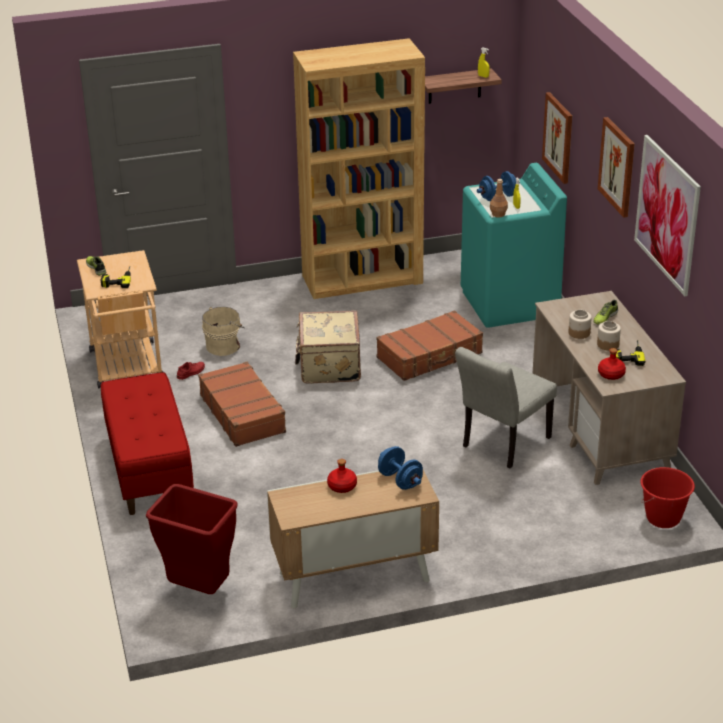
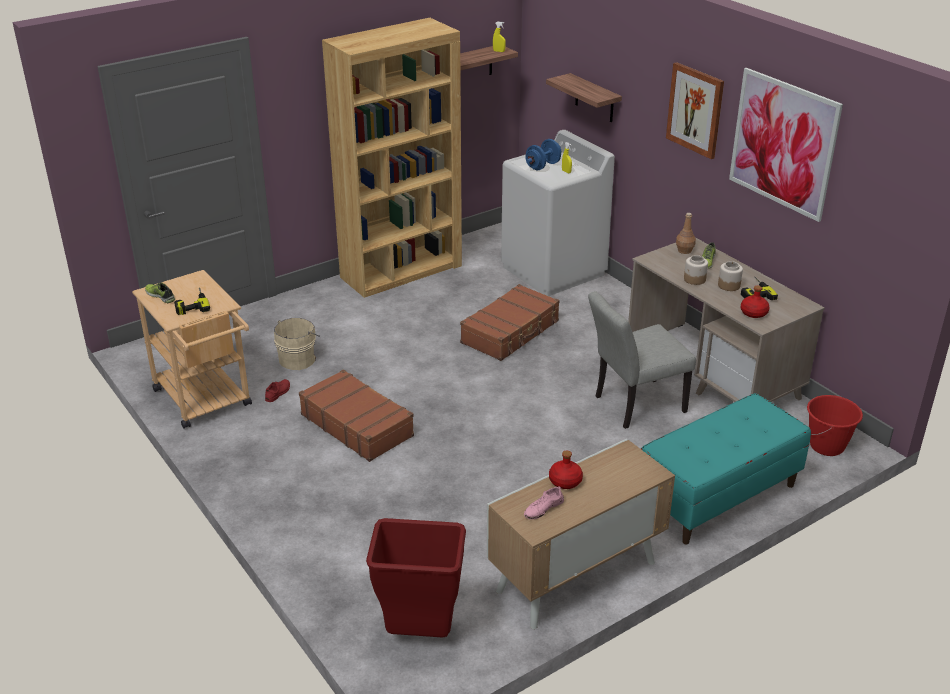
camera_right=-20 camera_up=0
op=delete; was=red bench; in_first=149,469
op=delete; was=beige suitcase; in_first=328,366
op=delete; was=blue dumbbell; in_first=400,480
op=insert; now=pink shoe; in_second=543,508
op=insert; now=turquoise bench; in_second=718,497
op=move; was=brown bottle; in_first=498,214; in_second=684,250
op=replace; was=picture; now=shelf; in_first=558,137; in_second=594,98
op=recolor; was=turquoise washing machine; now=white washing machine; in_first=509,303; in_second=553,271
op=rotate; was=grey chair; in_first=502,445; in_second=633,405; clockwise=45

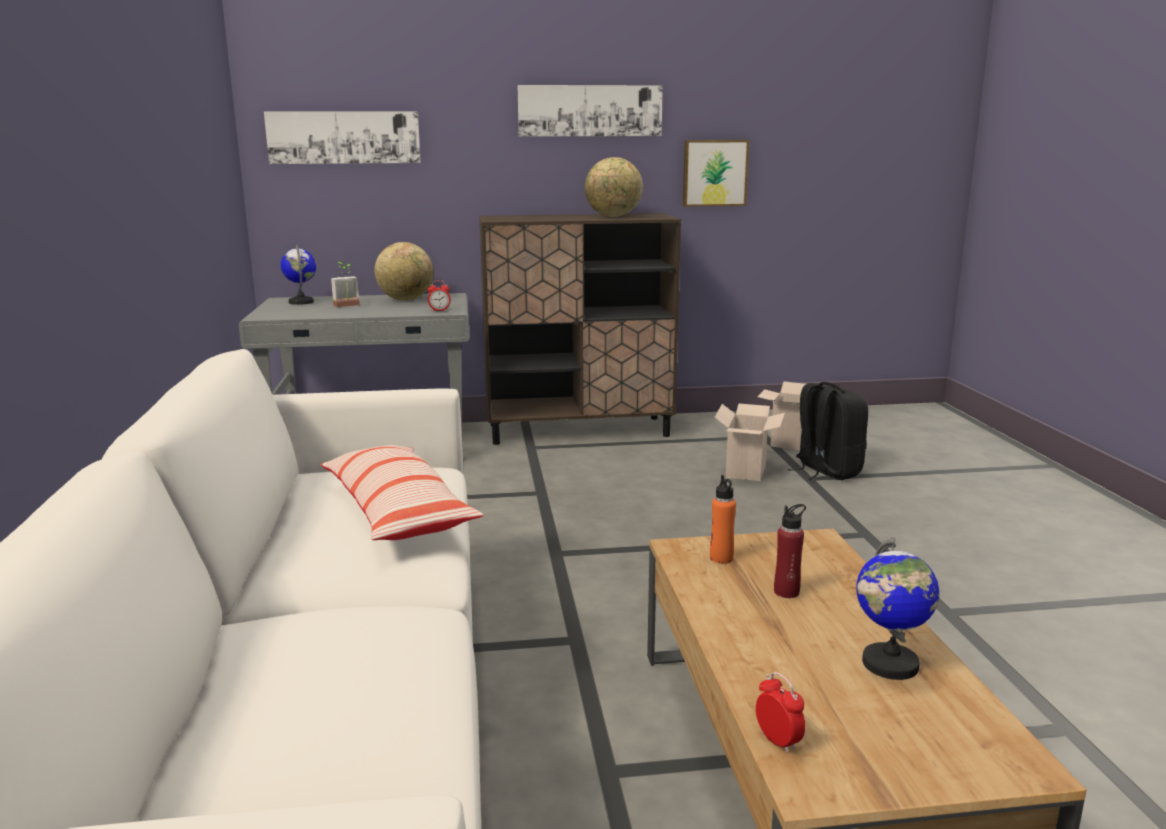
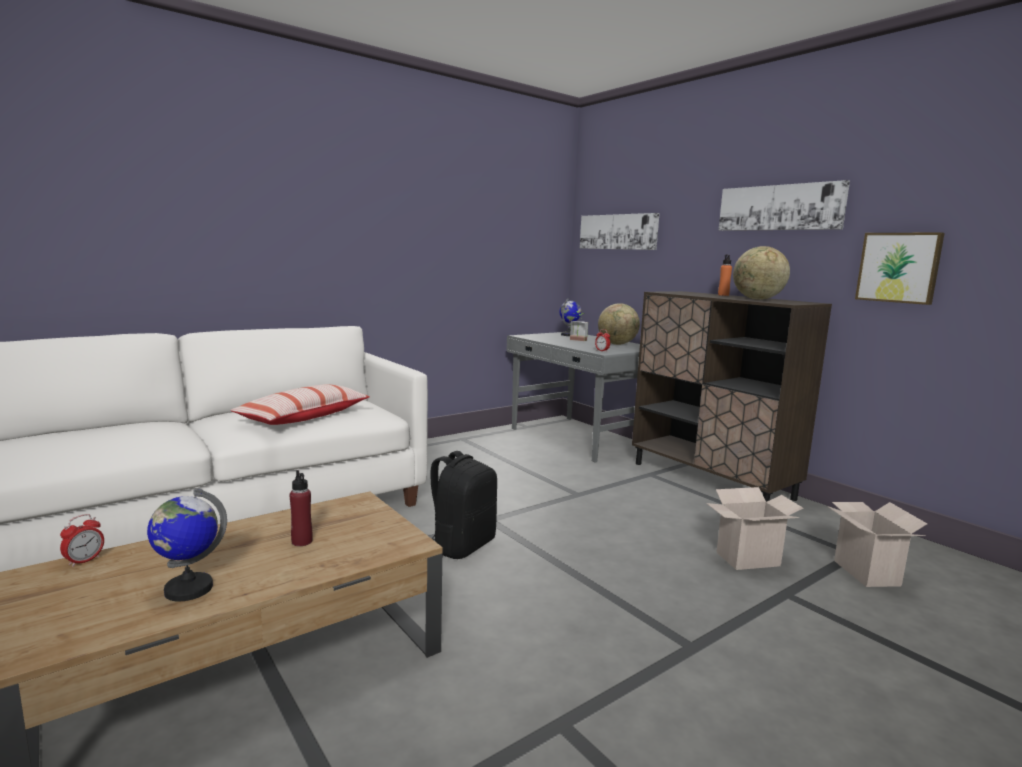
camera_right=60 camera_up=-5
op=move; was=orange bottle; in_first=721,558; in_second=723,295
op=move; was=black backpack; in_first=826,471; in_second=461,545

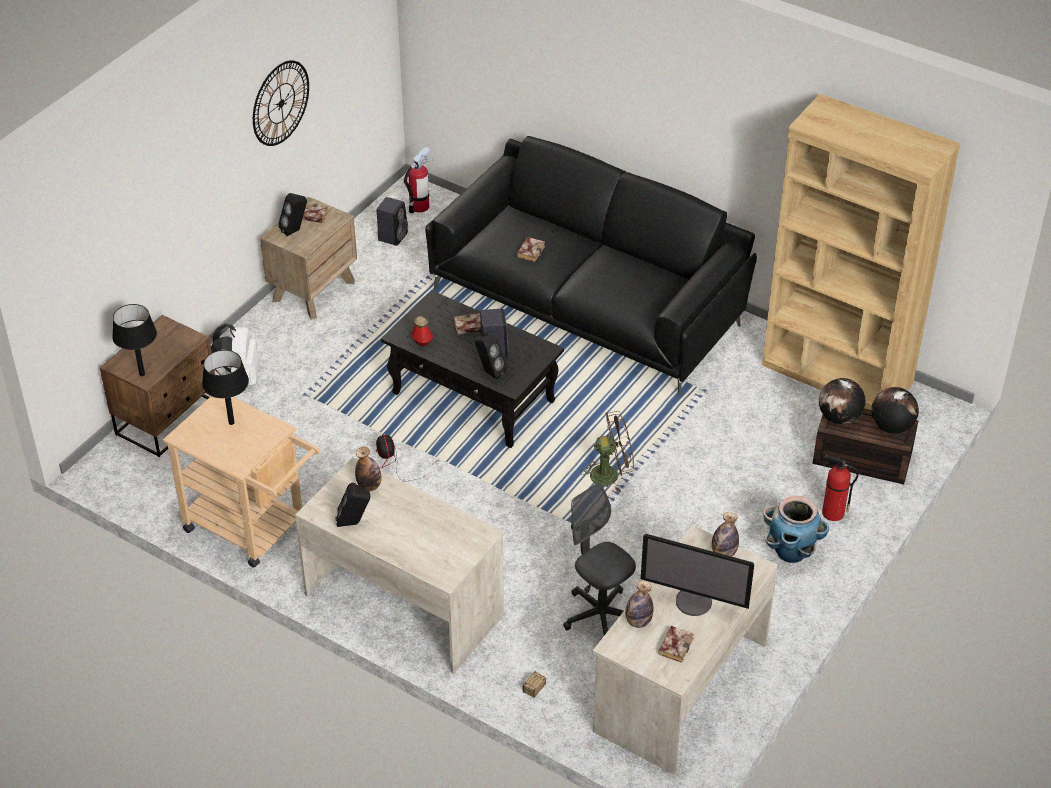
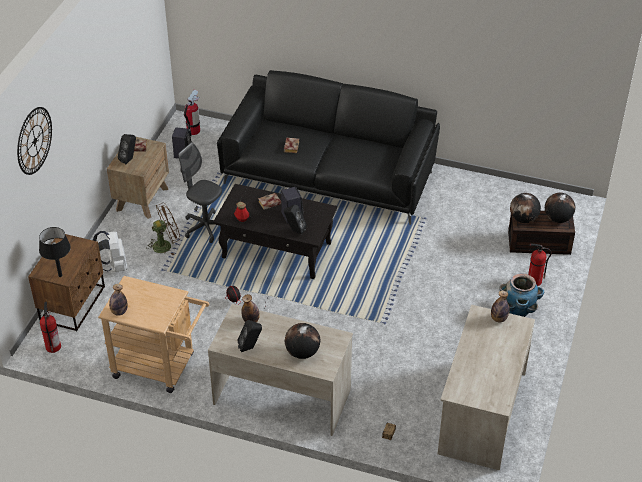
camera_right=-15 camera_up=0
op=delete; was=black table lamp; in_first=231,422
op=delete; was=monitor; in_first=694,601
op=delete; was=book; in_first=675,645
op=delete; was=brown bookcase; in_first=837,375
op=insert; now=fire extinguisher; in_second=53,346
op=insert; now=globe; in_second=302,352
op=move; was=wall clock; in_first=281,103; in_second=34,140
op=move; was=grey office chair; in_first=600,616; in_second=205,227
op=move; was=brown fan; in_first=610,474; in_second=165,245
op=move; was=bottle; in_first=638,622; in_second=119,312

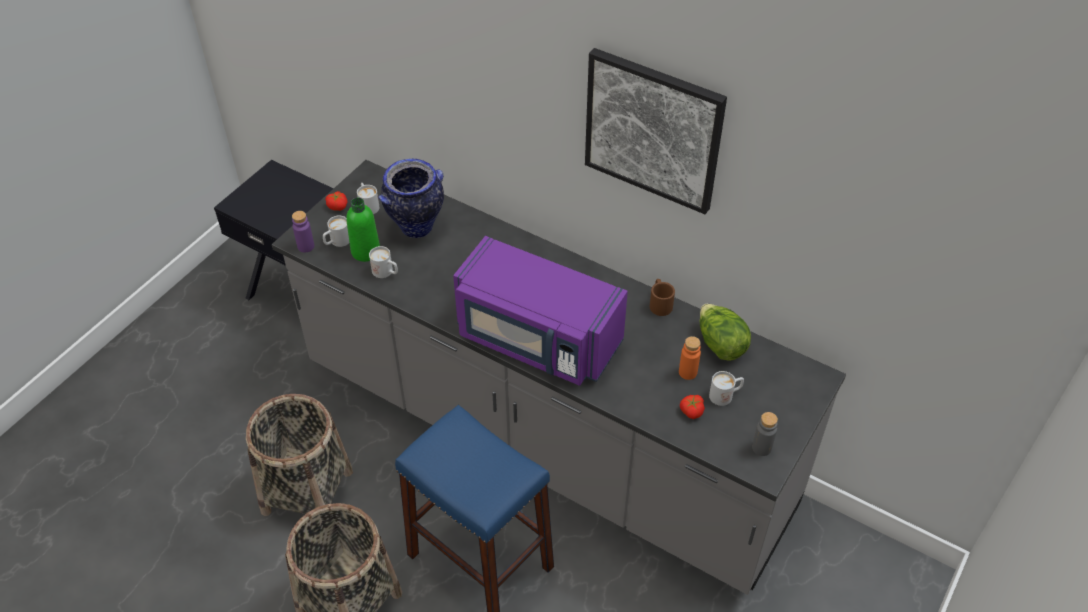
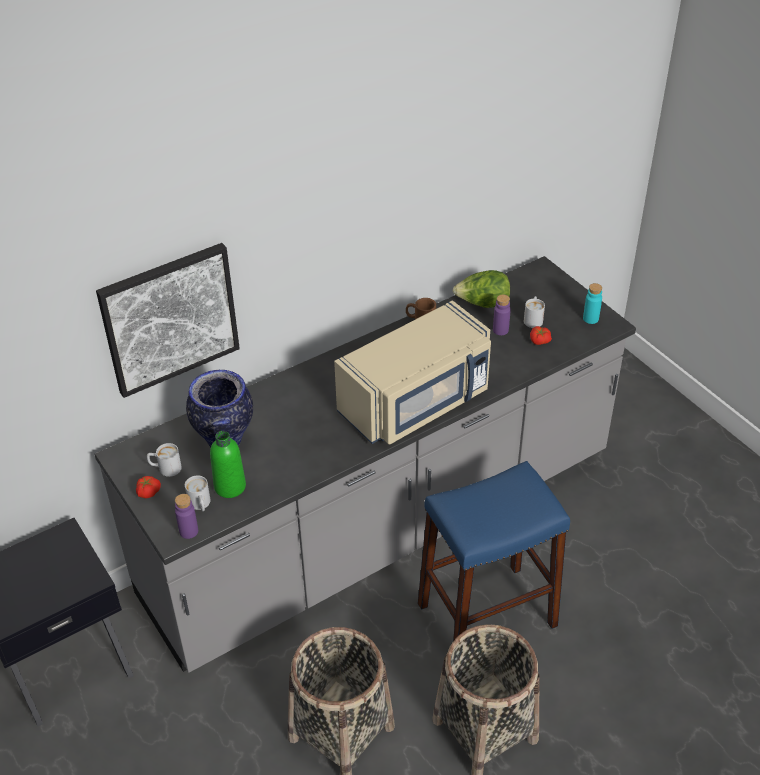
camera_right=-65 camera_up=-5
op=delete; was=white mug; in_first=386,272
op=move; was=picture; in_first=653,130; in_second=170,318
op=recolor; was=purple microwave; now=beige microwave; in_first=537,340; in_second=417,402
op=recolor; was=orange bottle; now=purple bottle; in_first=687,372; in_second=500,330
op=recolor; was=grey bottle; now=turquoise bottle; in_first=761,448; in_second=590,319

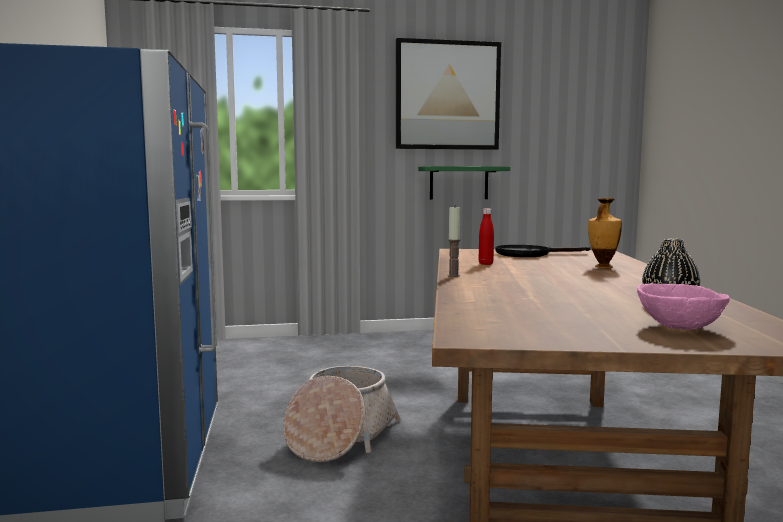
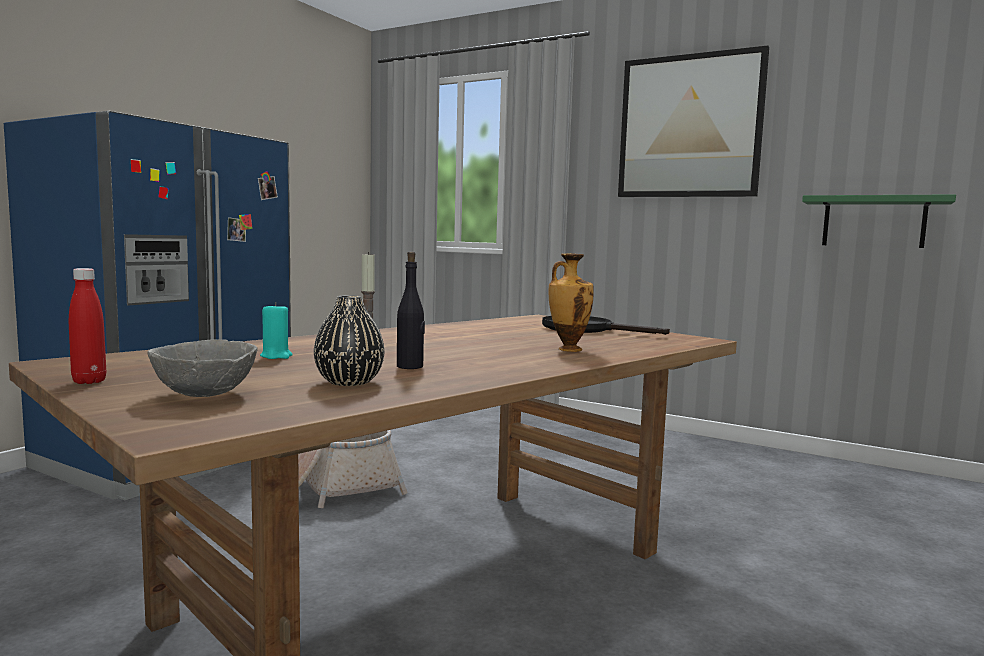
camera_right=40 camera_up=0
op=insert; now=turquoise candle; in_second=276,356
op=insert; now=black bottle; in_second=410,366
op=move; was=green shelf; in_first=459,183; in_second=873,222
op=move; was=red bottle; in_first=485,264; in_second=89,381
op=recolor; was=pink bowl; now=grey bowl; in_first=678,327; in_second=206,394

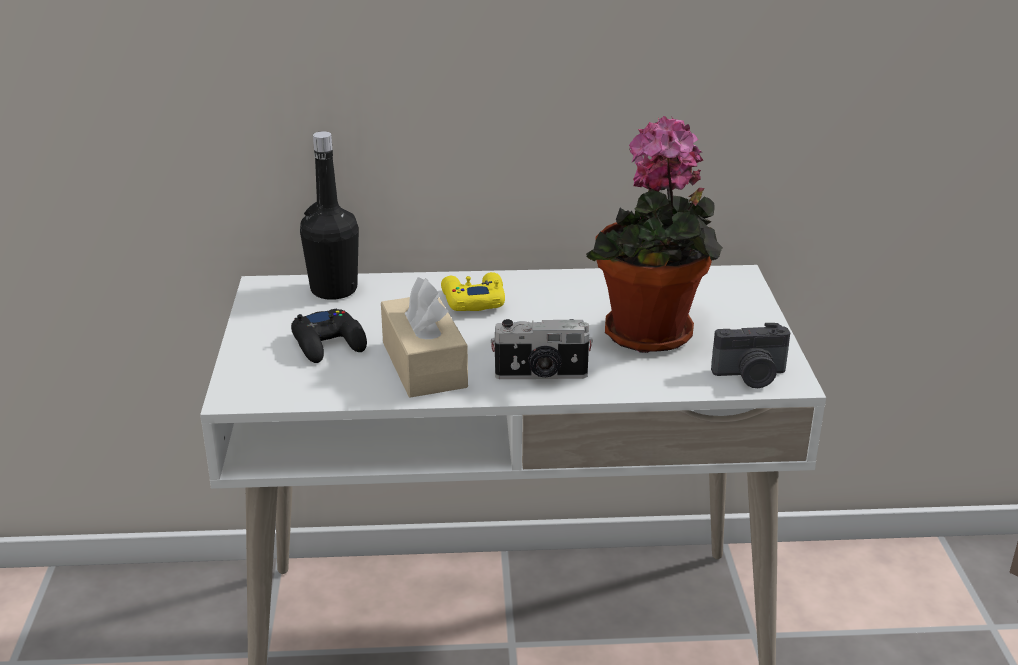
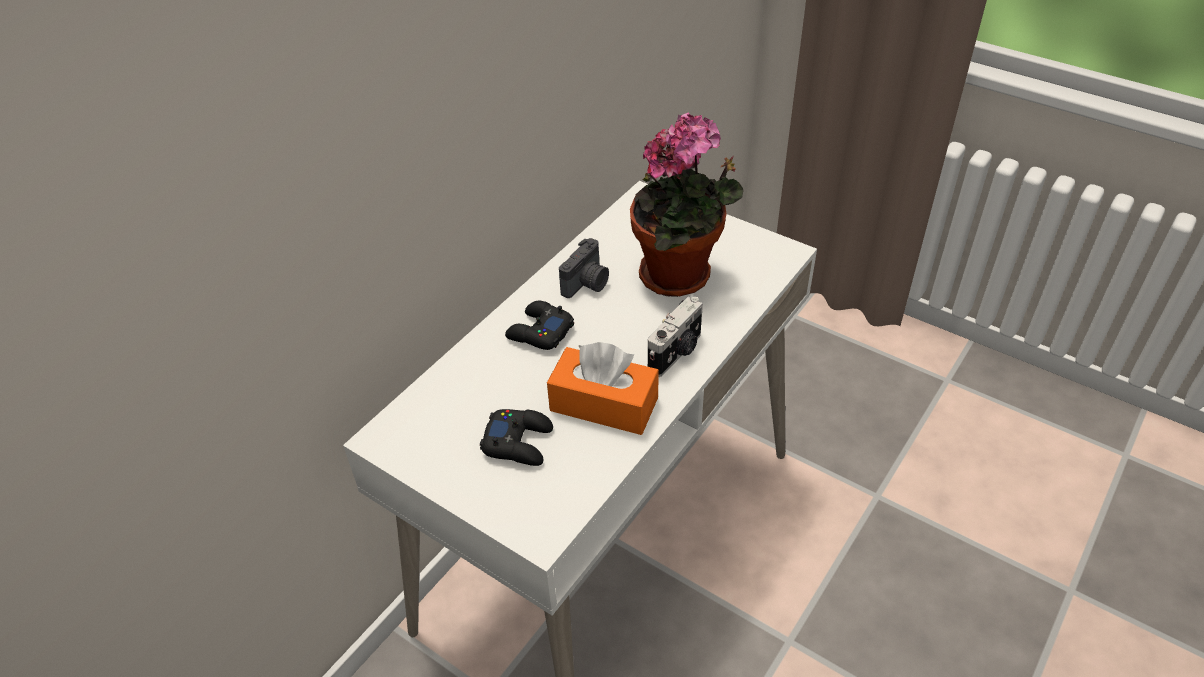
camera_right=-50 camera_up=15
op=delete; was=black bottle; in_first=334,290
op=move; was=photo camera; in_first=750,376; in_second=587,284
op=recolor; was=beige tissue box; now=orange tissue box; in_first=424,364; in_second=604,404
op=recolor; was=yellow game controller; now=black game controller; in_first=473,300; in_second=539,332

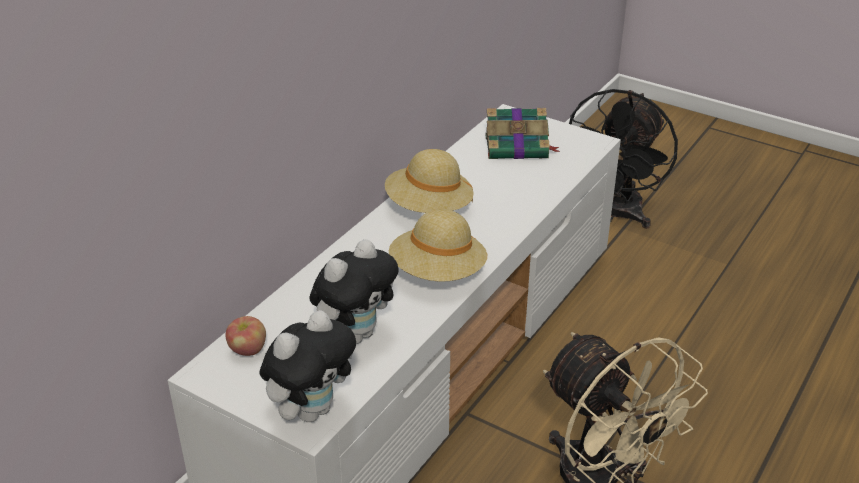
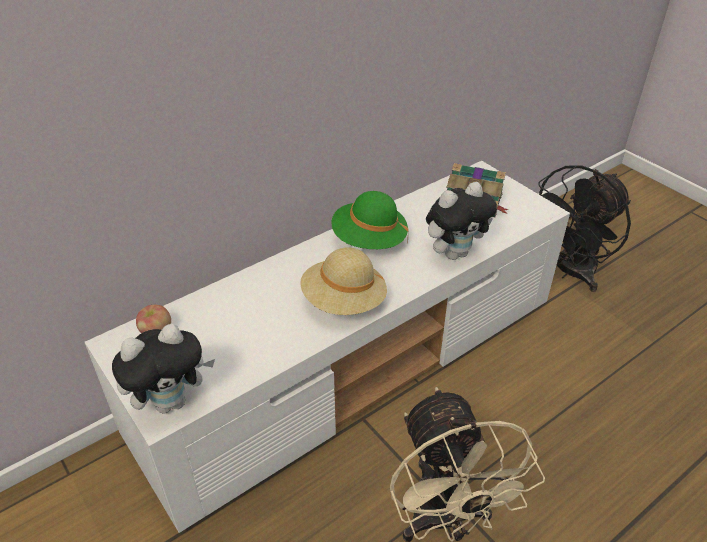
camera_right=20 camera_up=5
op=move; was=plush toy; in_first=356,334; in_second=455,253
op=recolor; was=beige hat; now=green hat; in_first=429,207; in_second=369,240

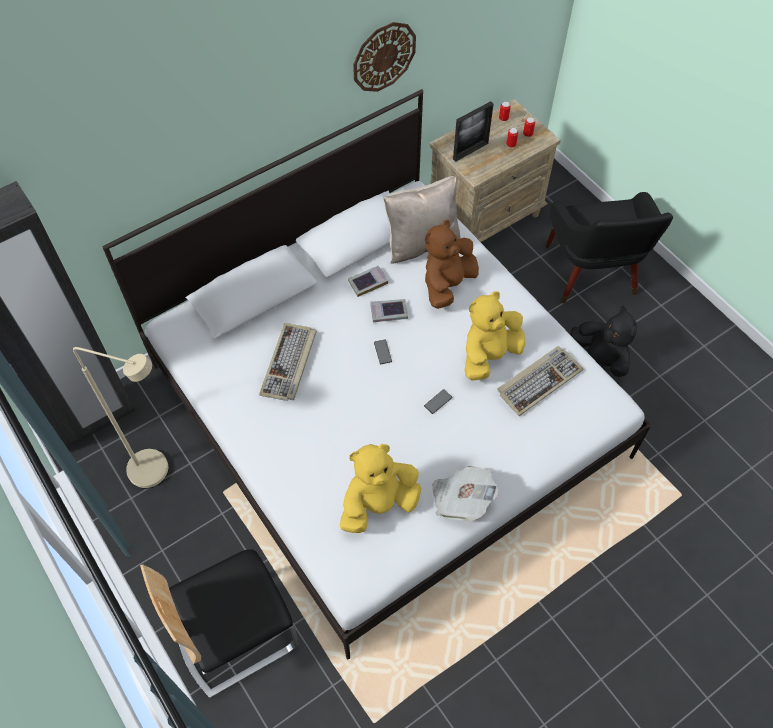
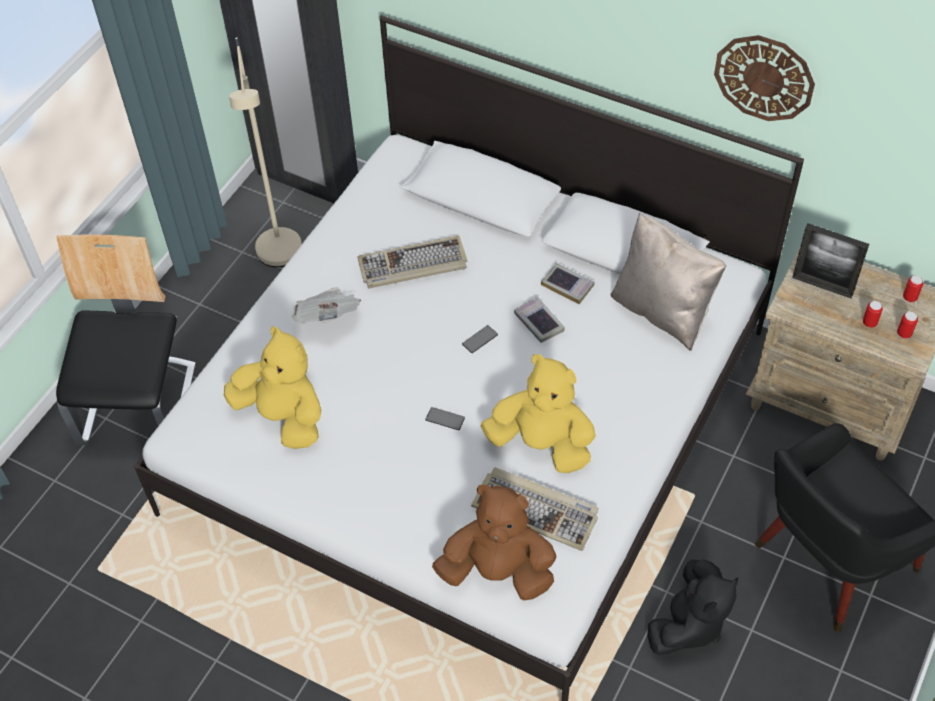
camera_right=65 camera_up=-5
op=move; was=brown plush toy; in_first=447,284; in_second=498,571
op=move; was=newspaper; in_first=461,499; in_second=328,317
op=rotate; was=chair; in_first=235,633; in_second=140,405; clockwise=60

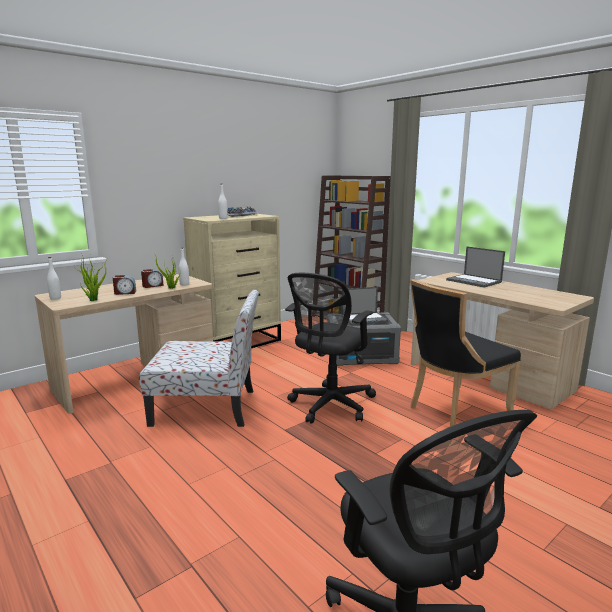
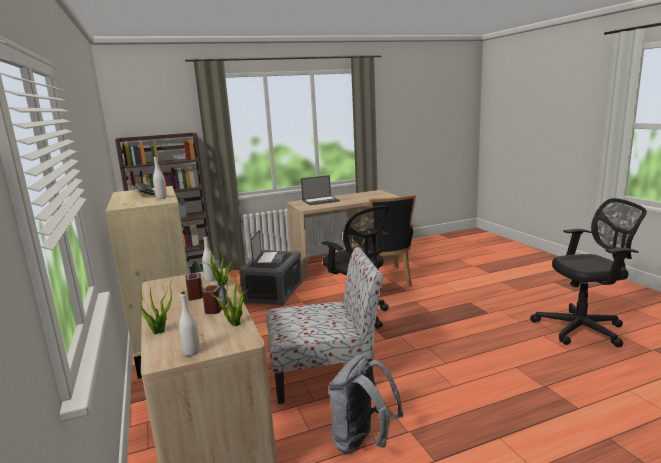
camera_right=-70 camera_up=0
op=insert; now=grey backpack; in_second=363,442
op=rotate; was=chair; in_first=207,407; in_second=324,372; clockwise=60

